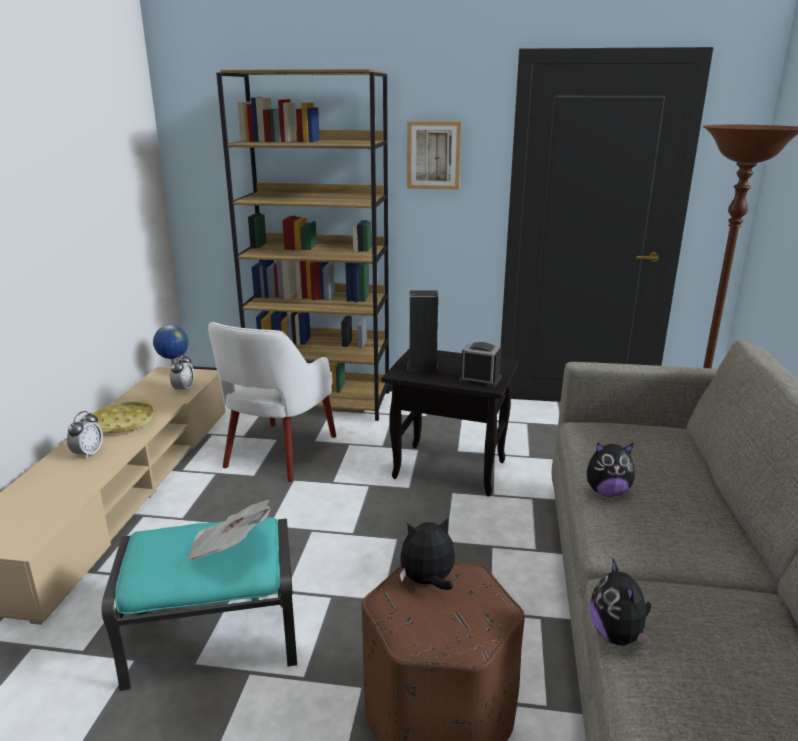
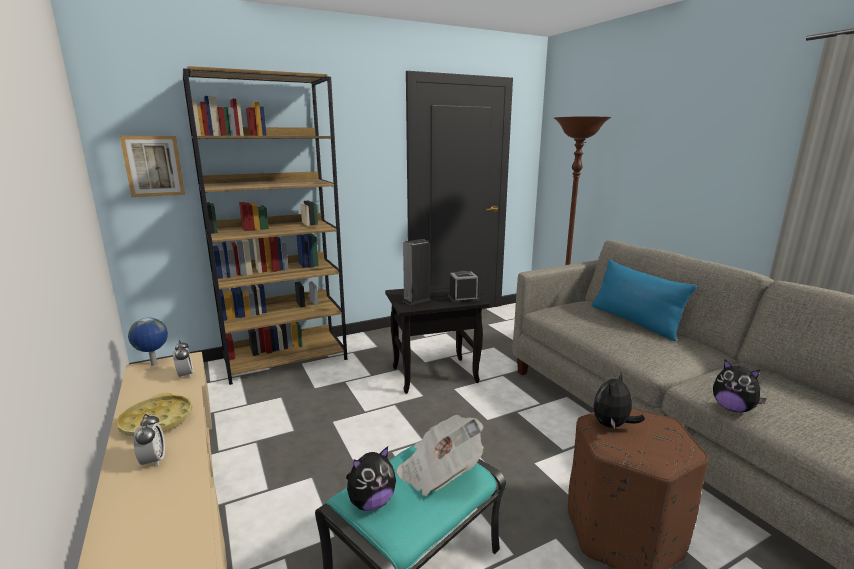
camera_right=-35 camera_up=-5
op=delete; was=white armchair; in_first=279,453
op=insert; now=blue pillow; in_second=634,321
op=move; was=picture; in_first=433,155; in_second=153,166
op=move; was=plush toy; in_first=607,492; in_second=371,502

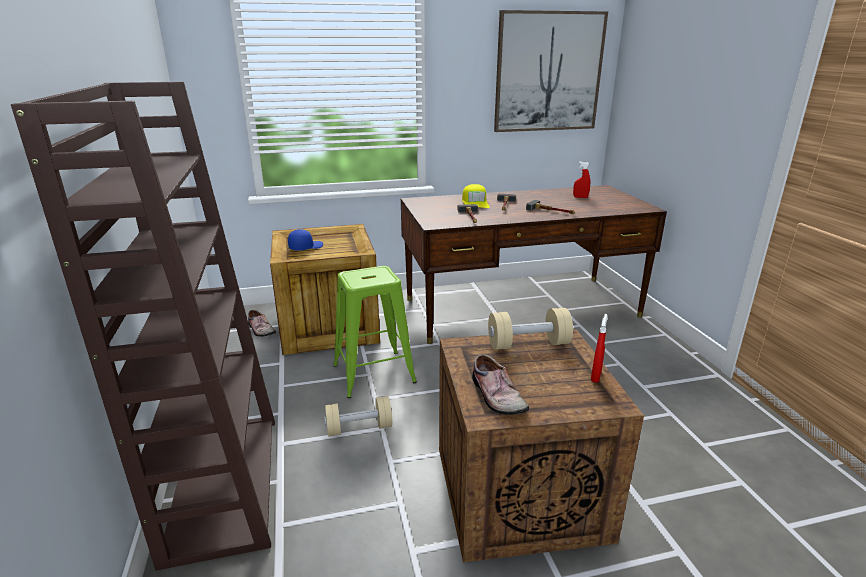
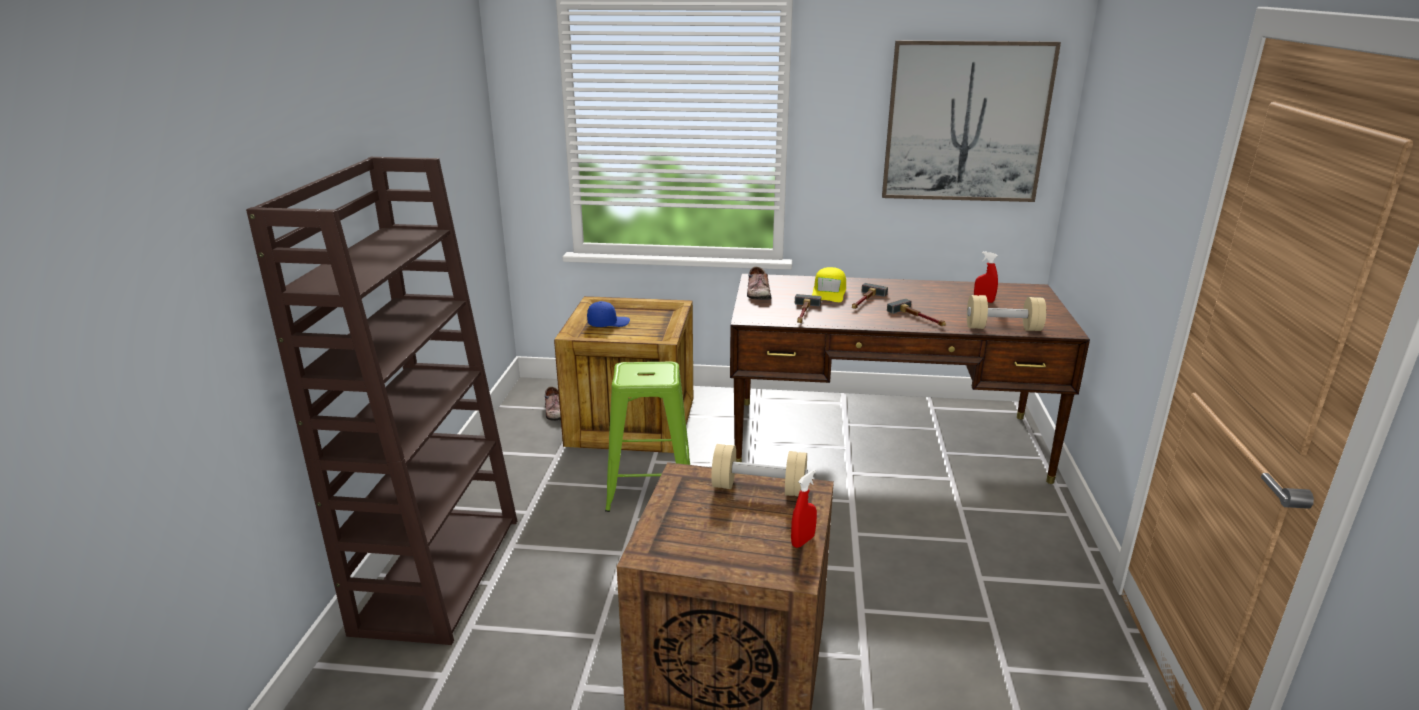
camera_right=20 camera_up=0
op=move; was=beige dumbbell; in_first=359,428; in_second=1003,328
op=move; was=shoe; in_first=495,396; in_second=757,293

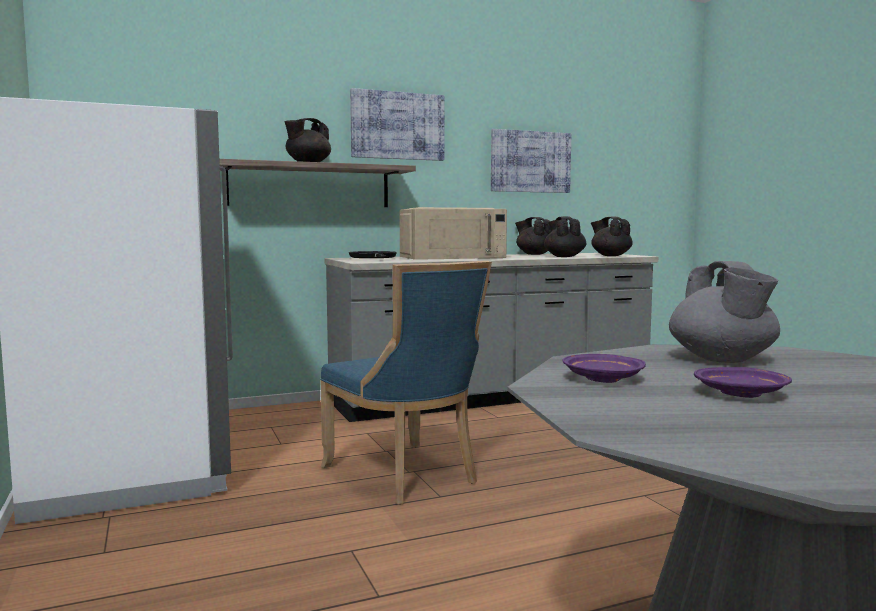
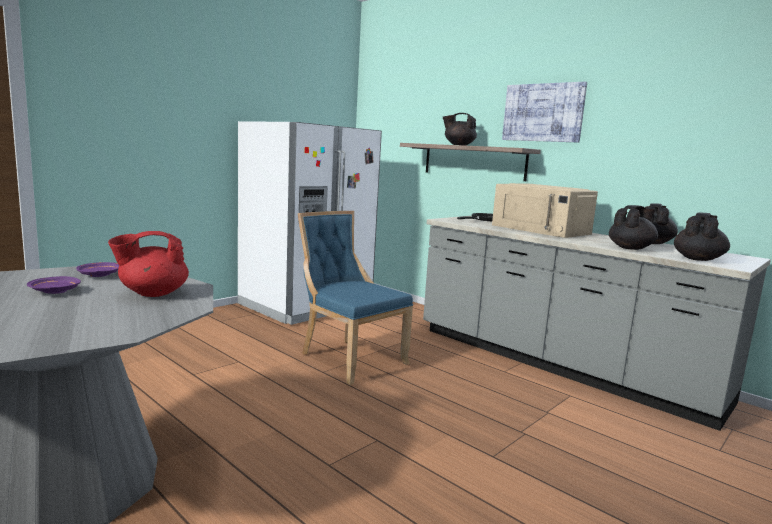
camera_right=65 camera_up=5
op=delete; was=picture; in_first=530,162
op=recolor; was=grey teapot; now=red teapot; in_first=722,360; in_second=152,293
op=rotate; was=blue chair; in_first=405,475; in_second=348,358; clockwise=105

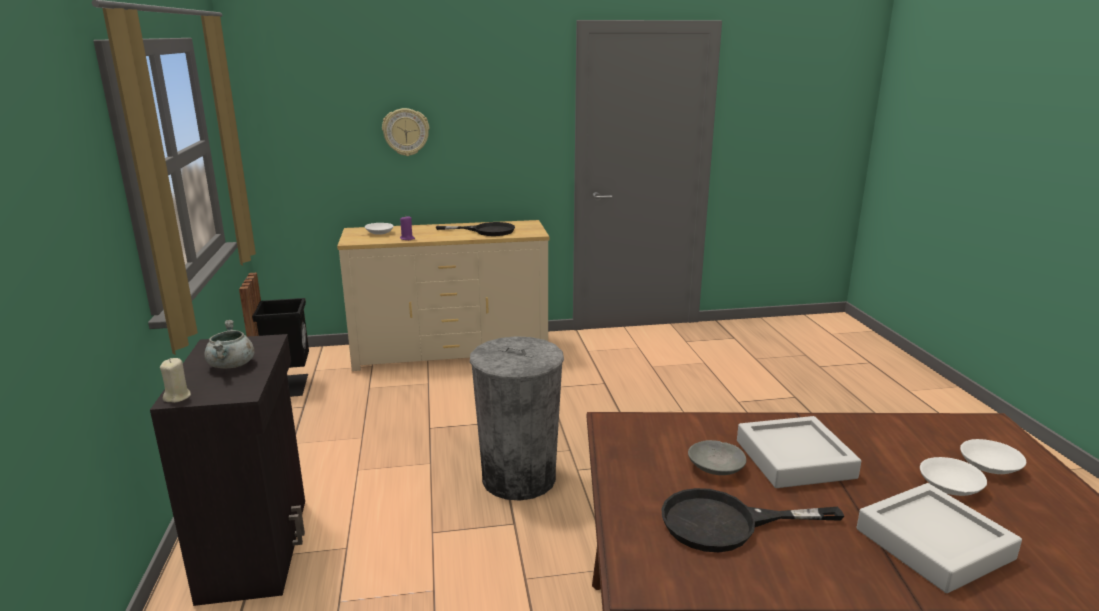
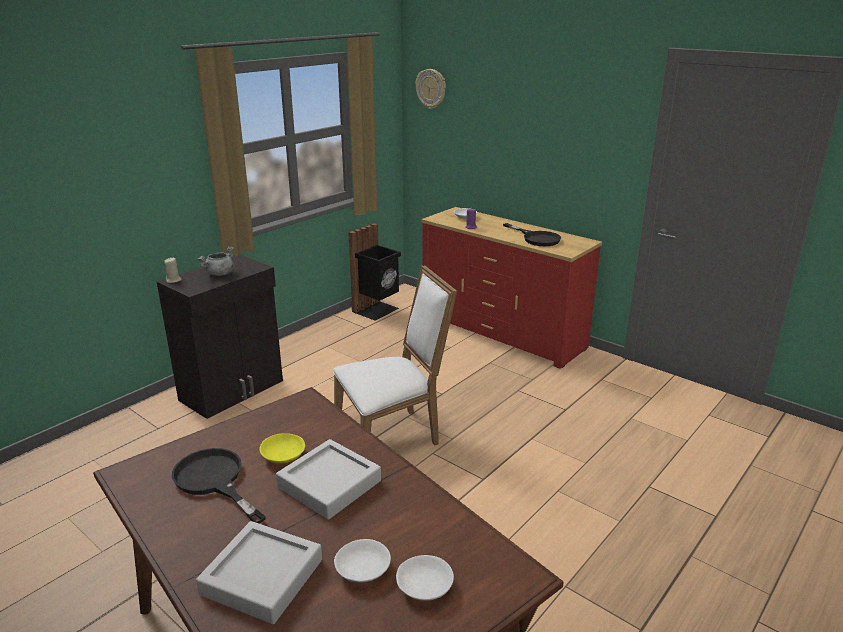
camera_right=50 camera_up=5
op=move; was=wall clock; in_first=406,132; in_second=431,89
op=replace; was=grey trash can; now=white chair; in_first=519,478; in_second=392,435
op=recolor; was=beige dresser; now=red dresser; in_first=450,351; in_second=502,332
op=recolor; was=grey bowl; now=yellow bowl; in_first=716,467; in_second=284,456

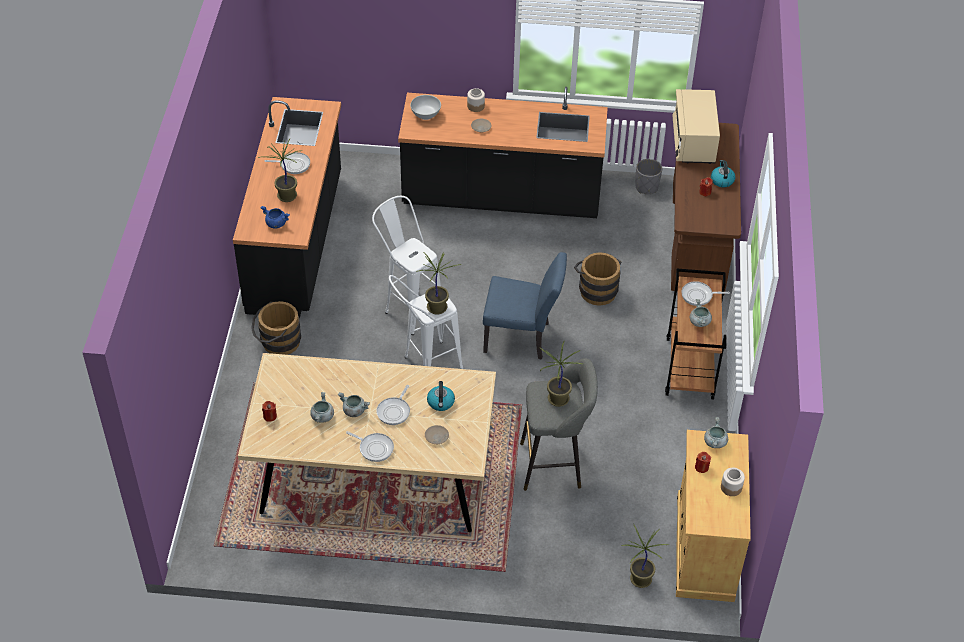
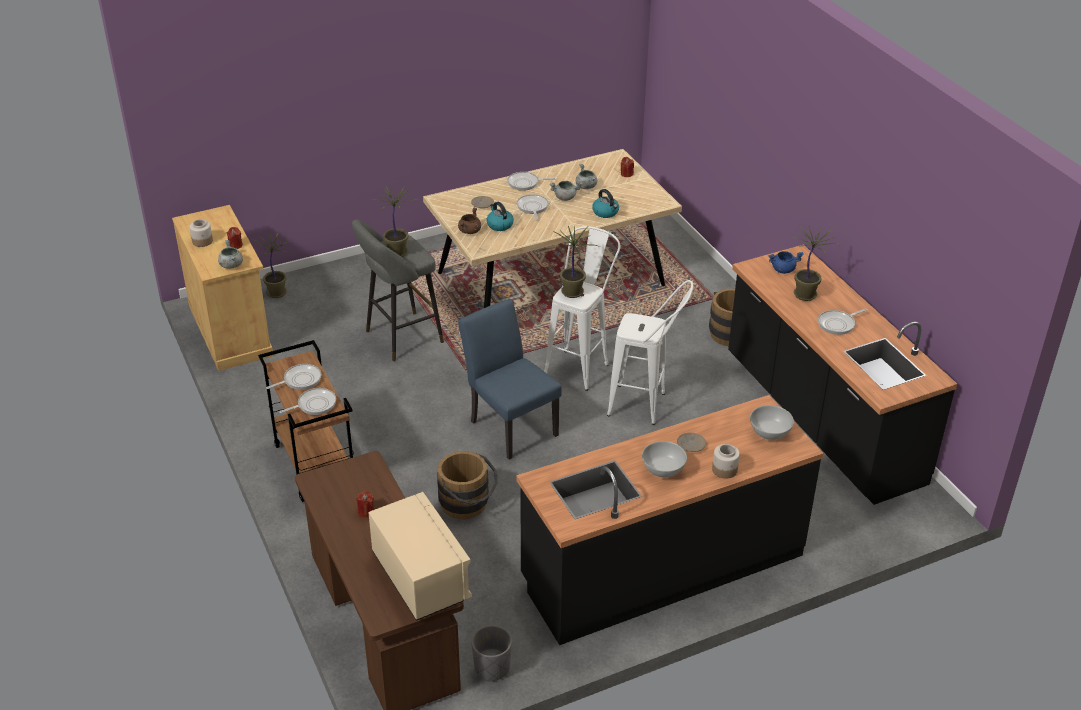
camera_right=150 camera_up=-10
op=insert; now=brown cooking pot; in_second=469,231
op=insert; now=white bowl; in_second=663,471
op=move; was=kettle; in_first=722,180; in_second=606,212
op=replace; was=grey cooking pot; now=frying pan; in_first=700,322; in_second=300,380
op=rotate; was=blue chair; in_first=522,338; in_second=510,424; clockwise=75

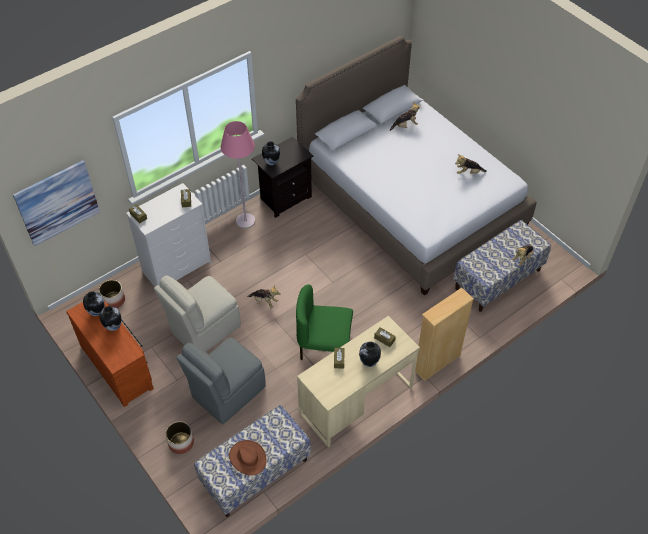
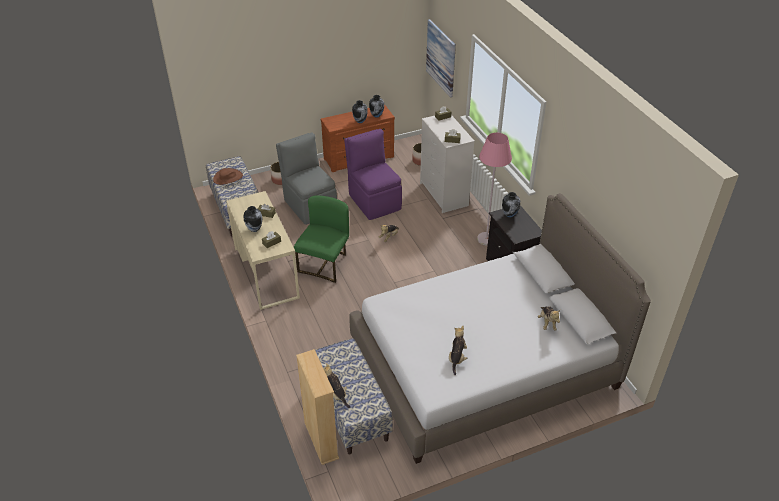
camera_right=105 camera_up=-10
op=move; was=beige bookcase; in_first=437,362; in_second=321,440
op=recolor; was=beige chair; now=purple chair; in_first=204,329; in_second=374,201

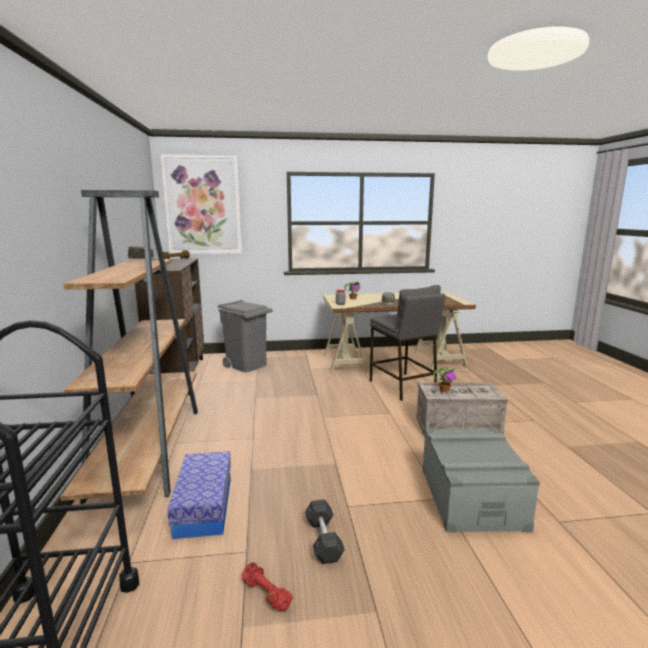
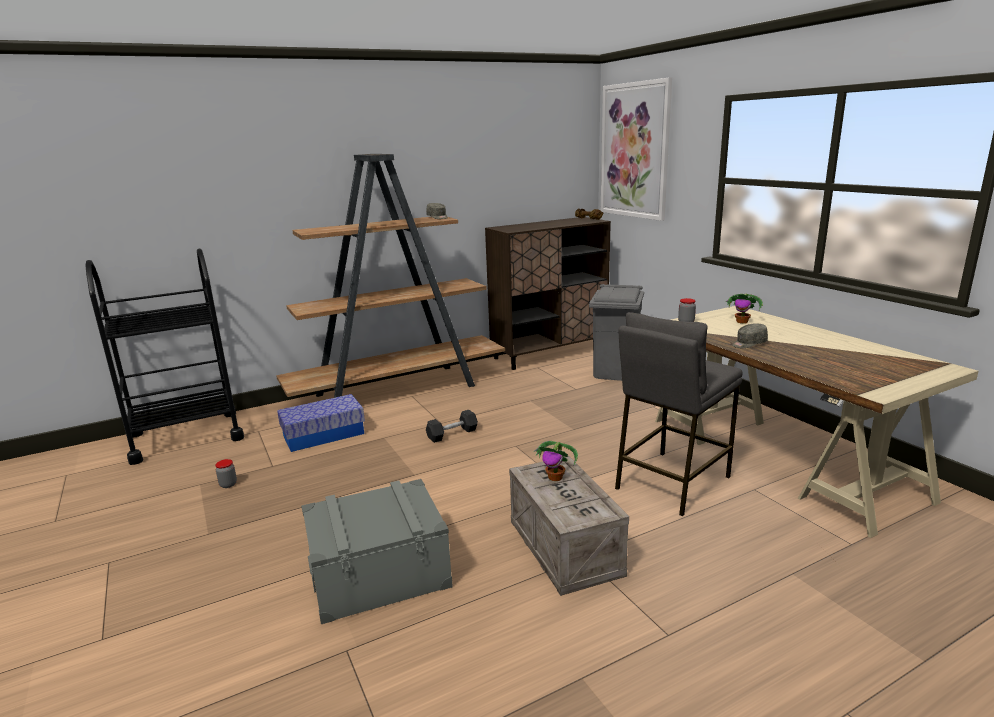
camera_right=70 camera_up=5
op=move; was=grey dumbbell; in_first=323,540; in_second=452,434
op=replace; was=red dumbbell; now=jar; in_first=265,594; in_second=228,484

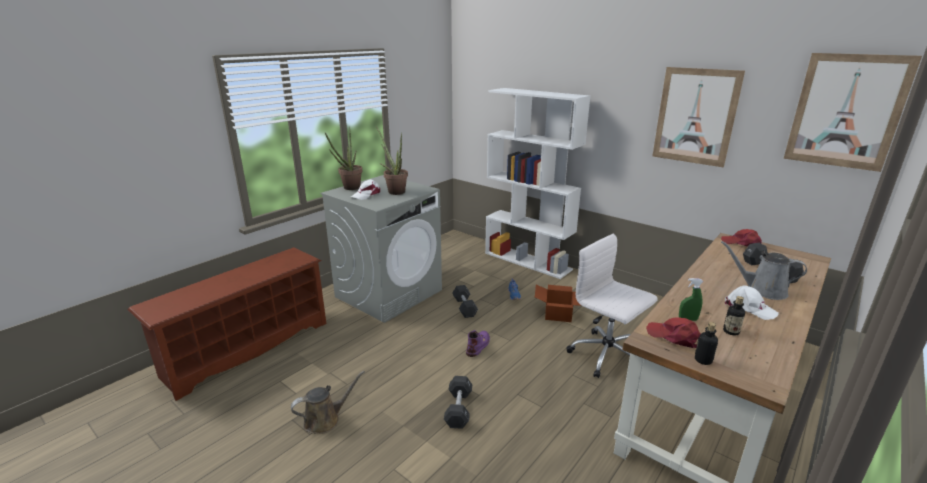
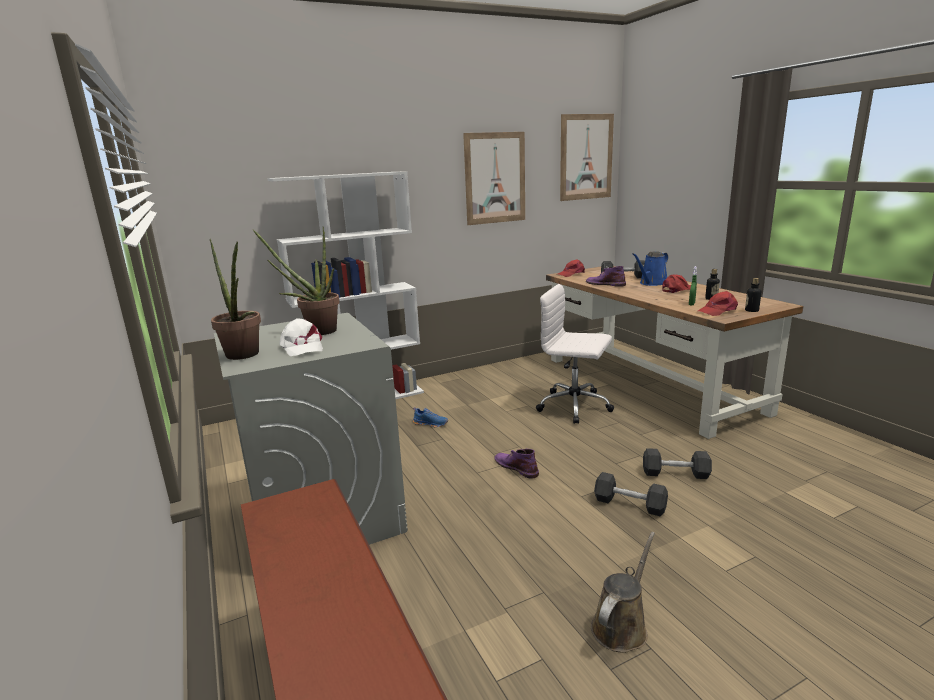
camera_right=-65 camera_up=-5
op=delete; was=cardboard box; in_first=559,314
op=insert; now=purple boot; in_second=605,284
op=move; was=black dumbbell; in_first=464,307; in_second=675,473
op=recolor; was=grey watering can; now=blue watering can; in_first=762,290; in_second=652,283
op=recolor; was=white cap; now=red cap; in_first=749,308; in_second=678,290
op=rotate; was=brown watering can; in_first=325,420; in_second=621,626; clockwise=45
op=rotate; was=white office chair; in_first=607,355; in_second=575,406; clockwise=45

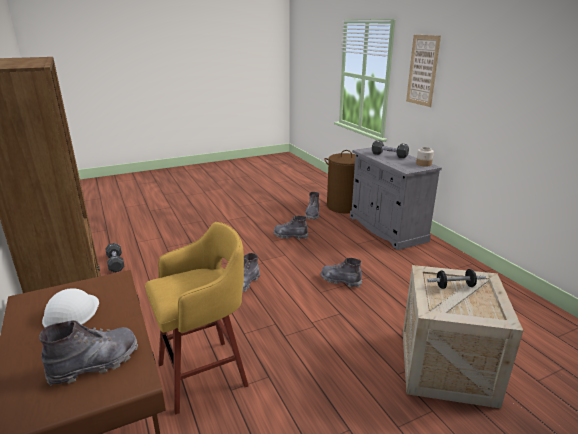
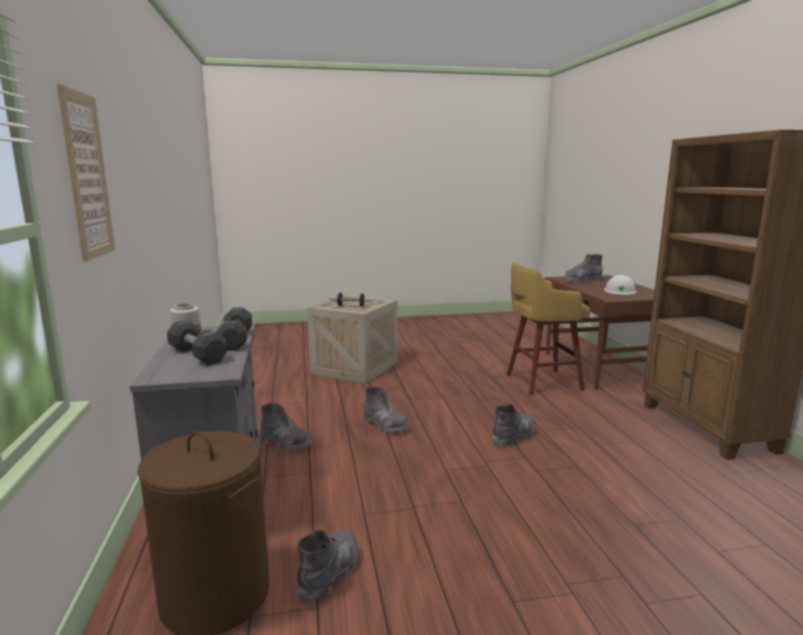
camera_right=-165 camera_up=-10
op=move; was=black dumbbell; in_first=115,263; in_second=236,340
op=move; was=grey boot; in_first=290,236; in_second=285,443

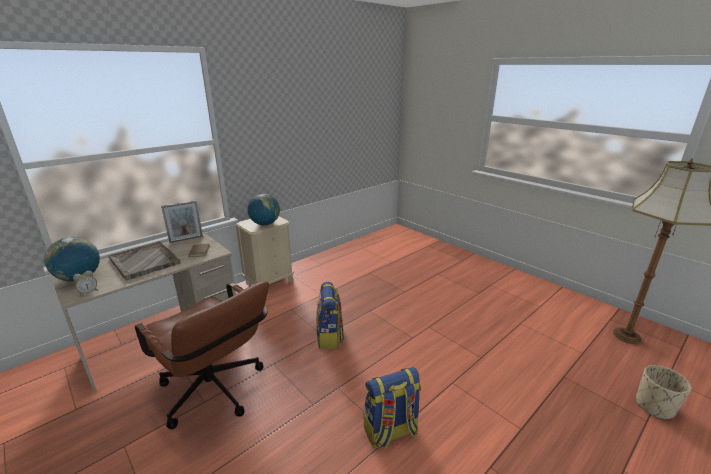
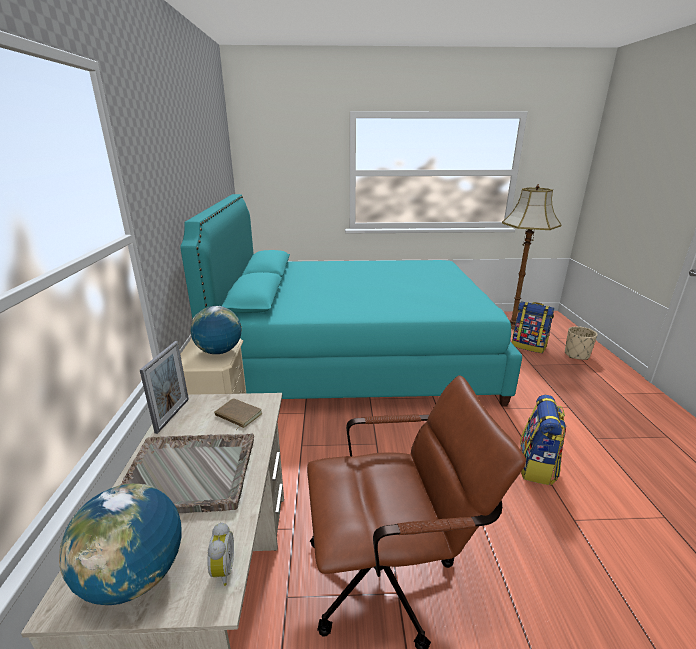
camera_right=-50 camera_up=0
op=insert; now=turquoise bed; in_second=356,358
op=move; was=backpack; in_first=330,337; in_second=529,346

